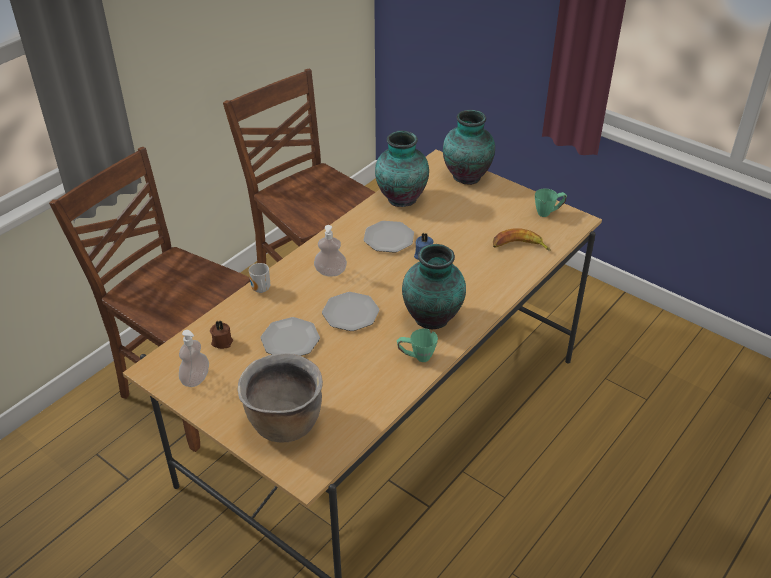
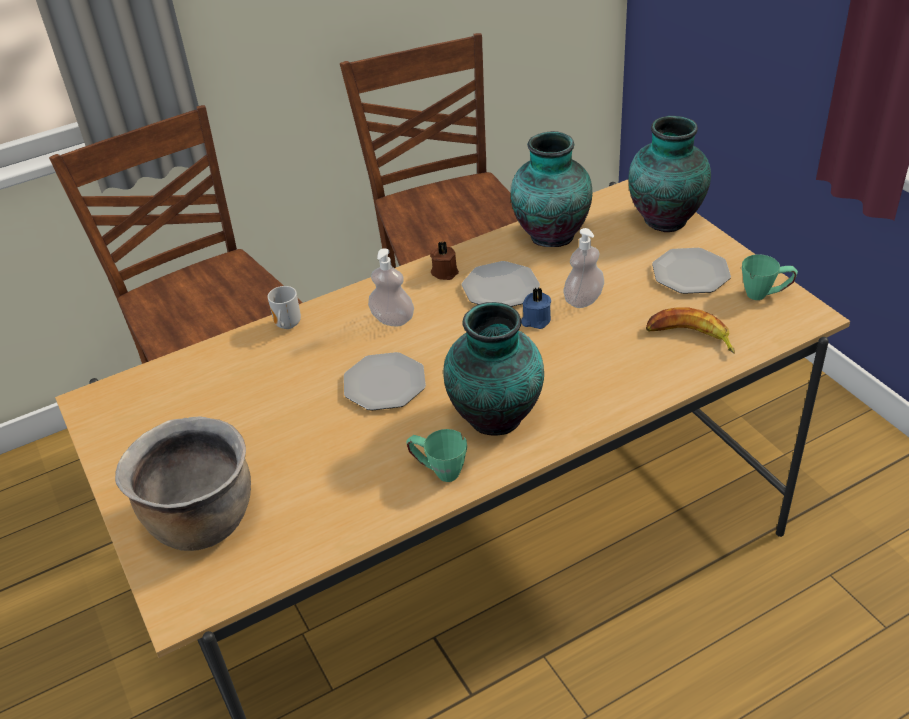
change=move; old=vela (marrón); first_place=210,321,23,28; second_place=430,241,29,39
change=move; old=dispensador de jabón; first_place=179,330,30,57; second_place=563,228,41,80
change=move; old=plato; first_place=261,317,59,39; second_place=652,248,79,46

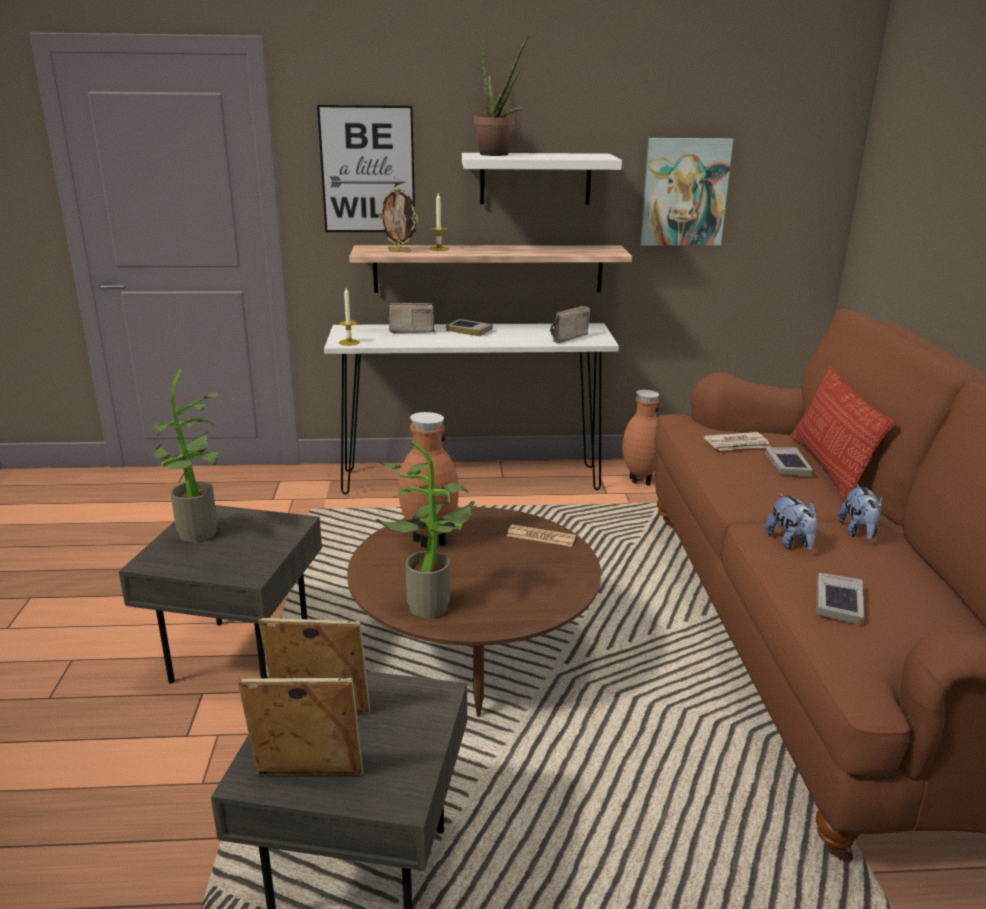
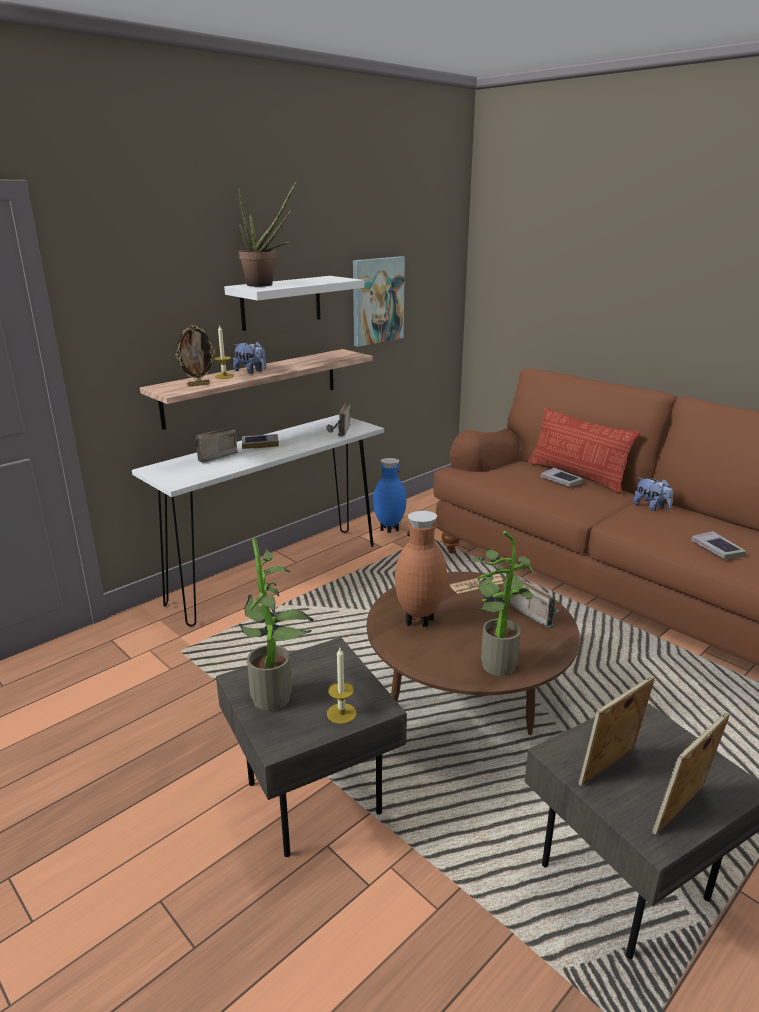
change=move; old=peluche; first_place=765,493,53,58; second_place=233,342,33,32
change=move; old=vela; first_place=339,288,21,58; second_place=327,648,30,76
change=recolor; old=florero (marrón); new=florero (azul); first_place=622,390,37,96; second_place=373,458,34,75
change=insert; new=radio; second_place=510,576,50,51
change=delete; old=cuadro; first_place=317,105,99,127
change=delete; old=periódico; first_place=704,432,67,19

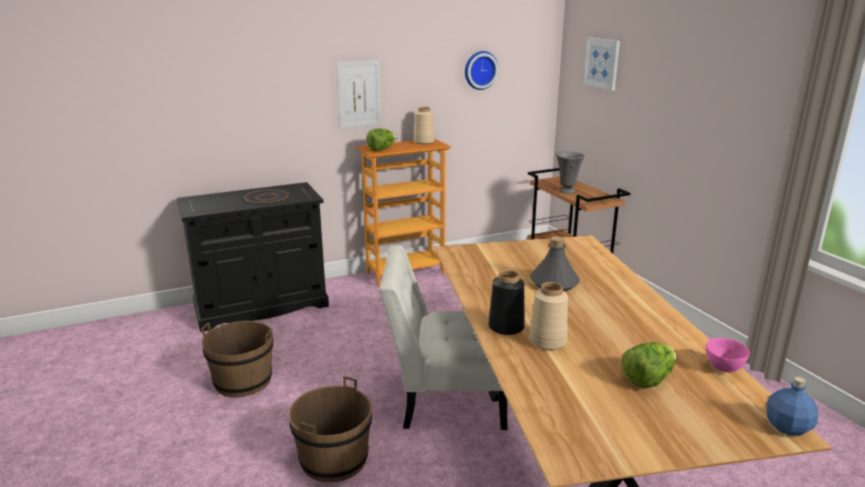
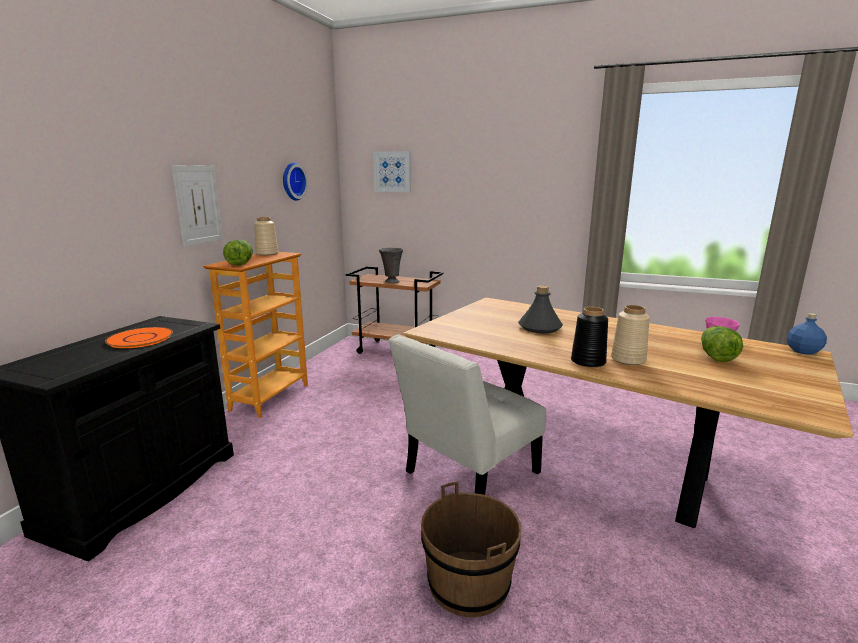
change=recolor; old=plato (negro); new=plato (naranja); first_place=244,189,45,15; second_place=105,327,68,21
change=delete; old=cubo (marrón); first_place=201,321,72,76

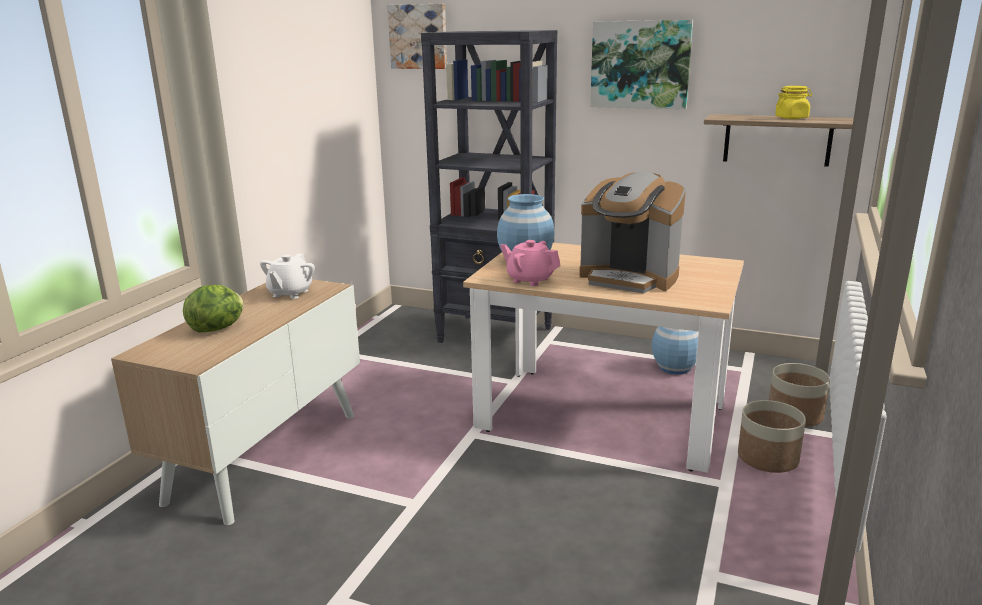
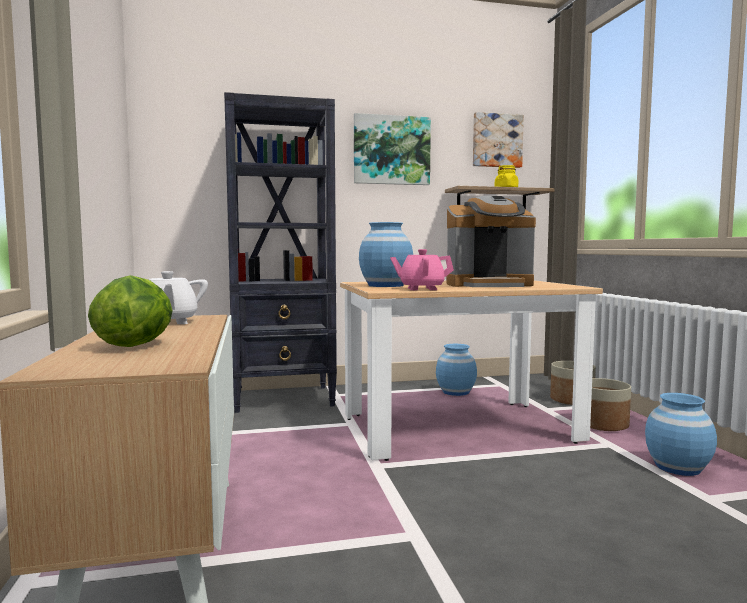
change=move; old=cuadro; first_place=387,4,60,65; second_place=473,112,51,56
change=insert; new=florero (azul); second_place=645,393,72,83

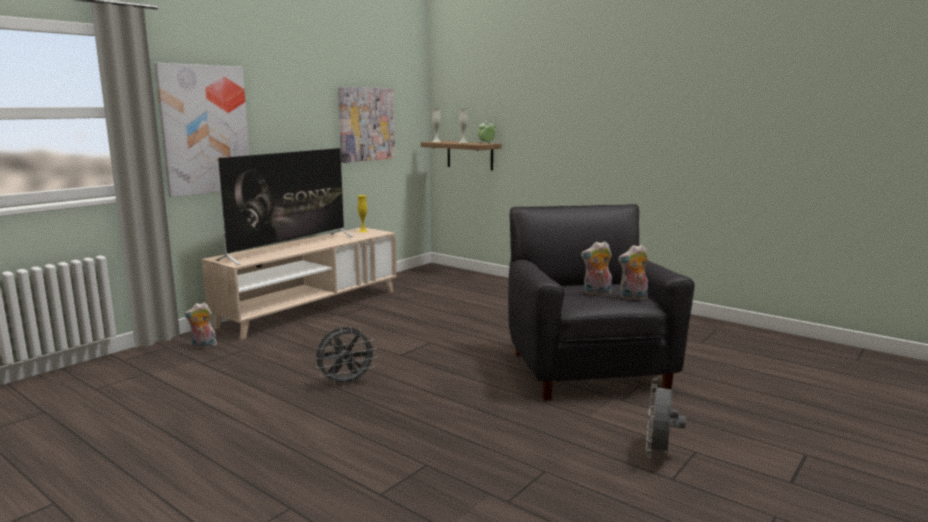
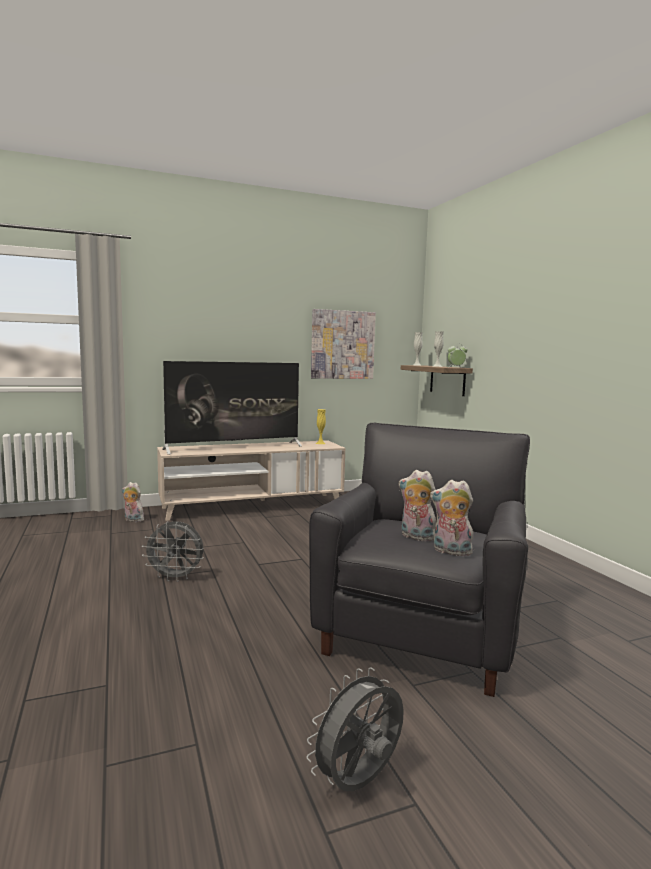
change=delete; old=cuadro; first_place=154,63,96,134

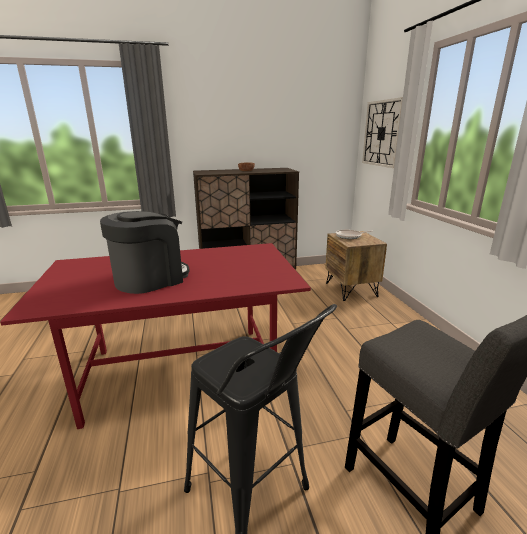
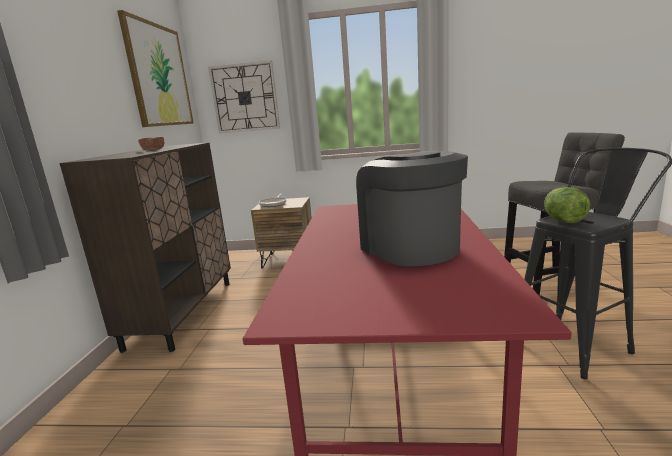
change=insert; new=cuadro; second_place=117,10,77,117
change=insert; new=lechuga; second_place=544,187,47,36

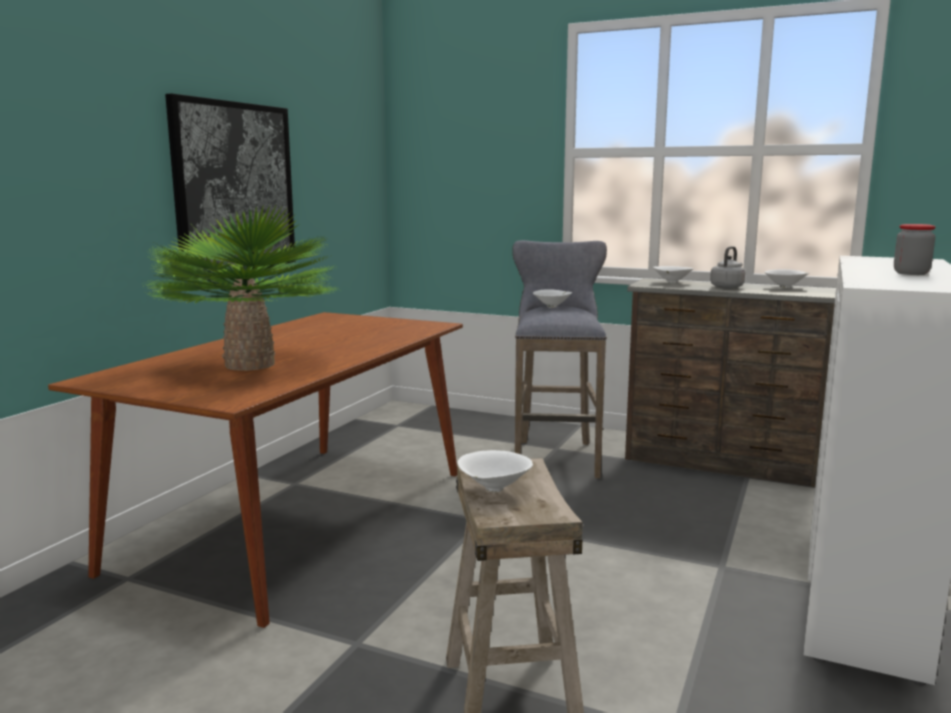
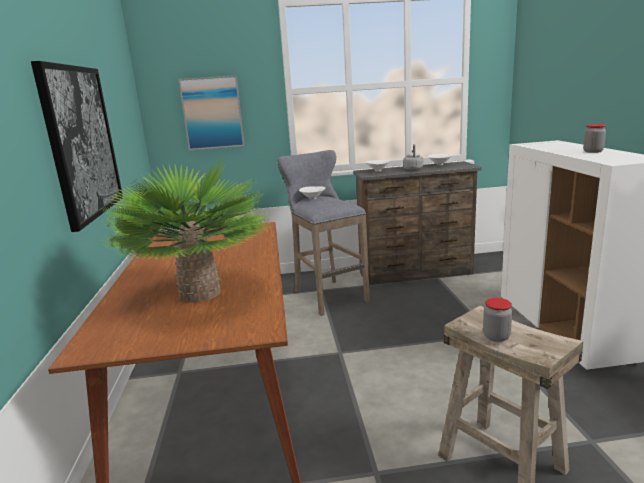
change=insert; new=cuadro; second_place=178,75,67,75
change=replace; old=cuenco (blanco); new=tarro; first_place=457,450,76,42; second_place=483,298,29,44

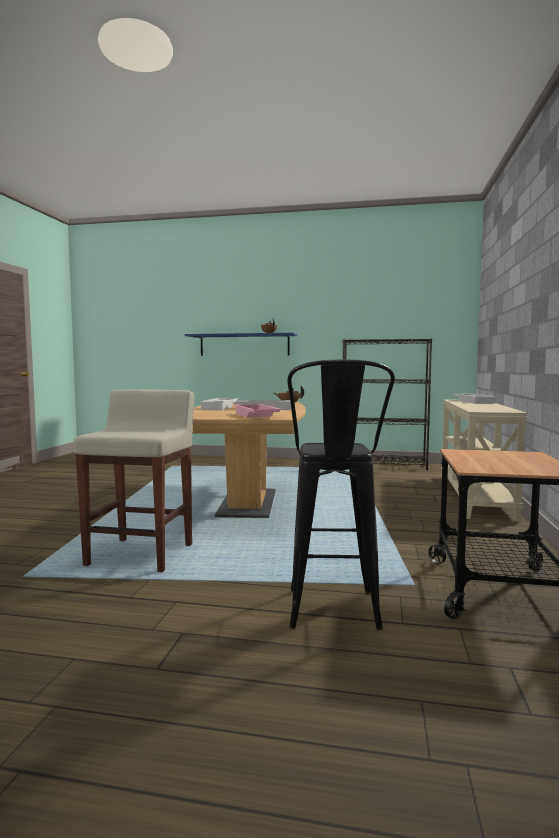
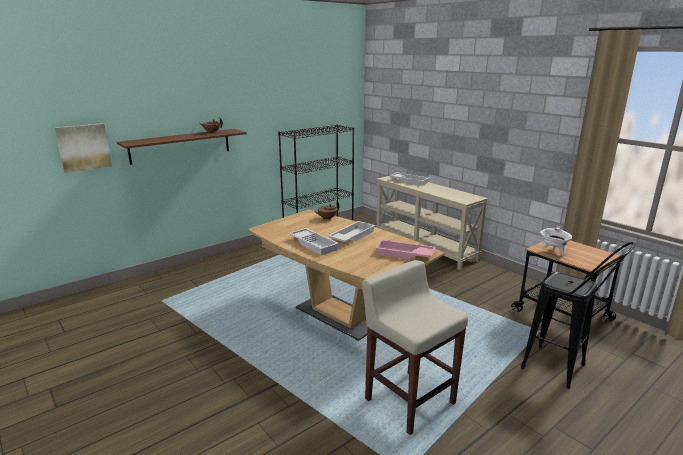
change=insert; new=cuadro; second_place=55,123,57,50
change=recolor; old=estante (azul); new=estante (marrón); first_place=185,333,112,23; second_place=117,129,130,36
change=insert; new=olla (blanco); second_place=540,226,32,30

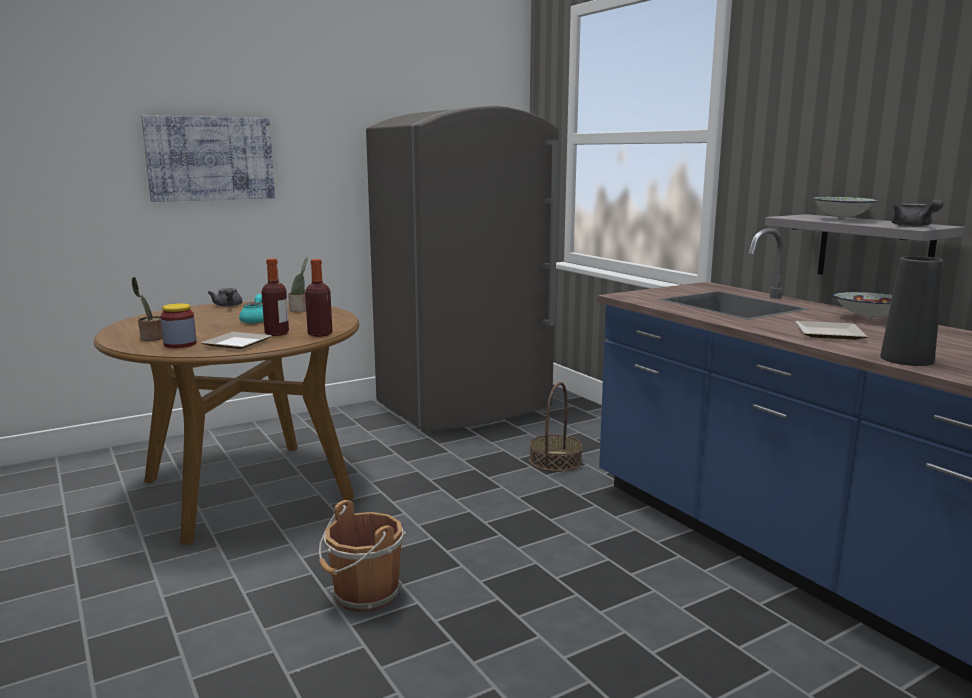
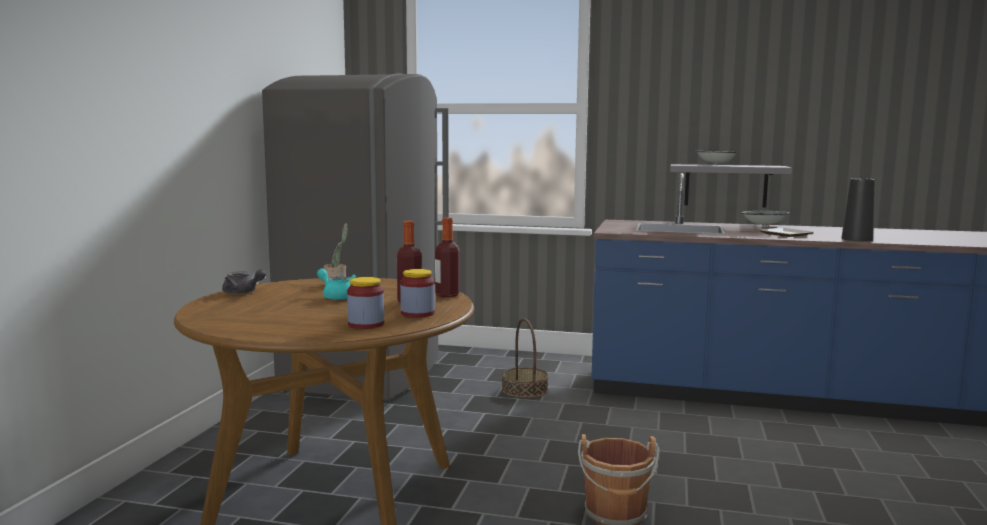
change=replace; old=plato; new=tarro; first_place=201,332,71,17; second_place=400,269,35,49
change=delete; old=planta en maceta; first_place=132,277,31,64
change=delete; old=cuadro; first_place=141,115,134,87
change=delete; old=tetera (gris); first_place=891,199,52,28

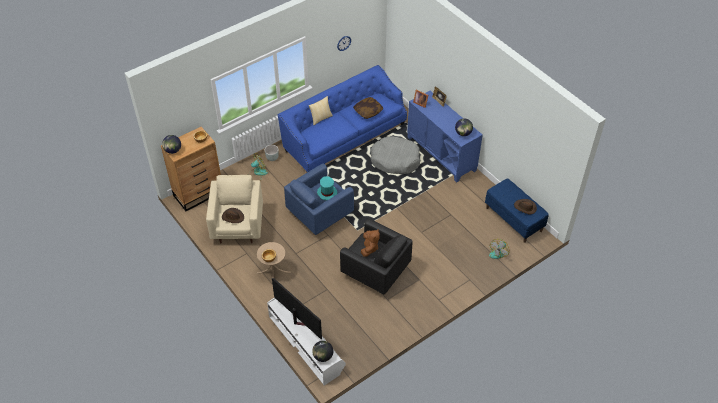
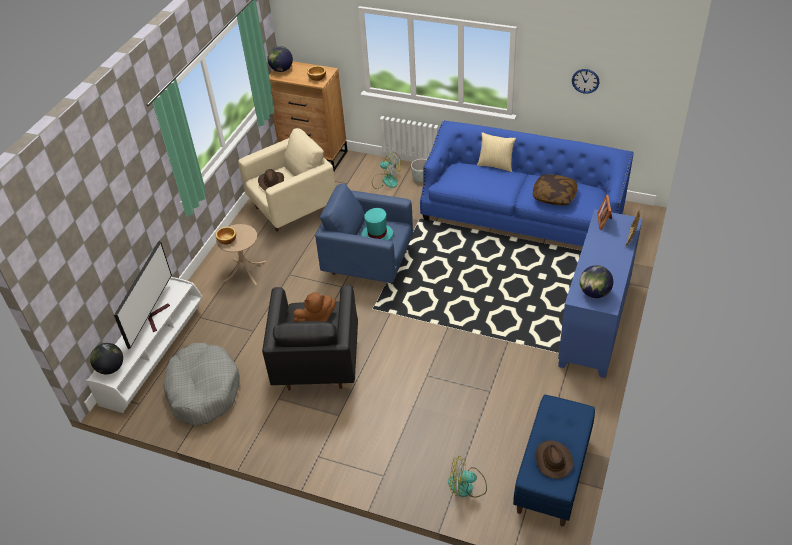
change=move; old=cama para perro (gris); first_place=370,136,50,38; second_place=163,343,77,83

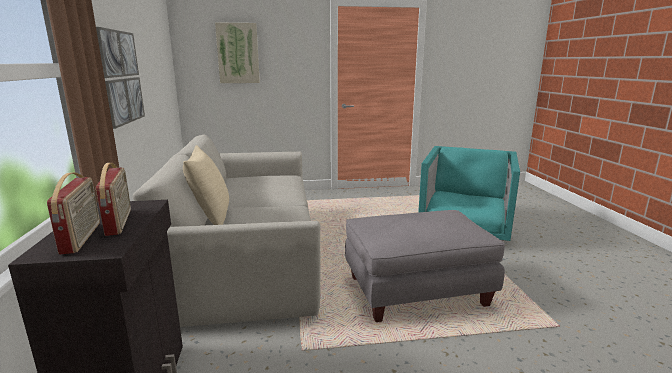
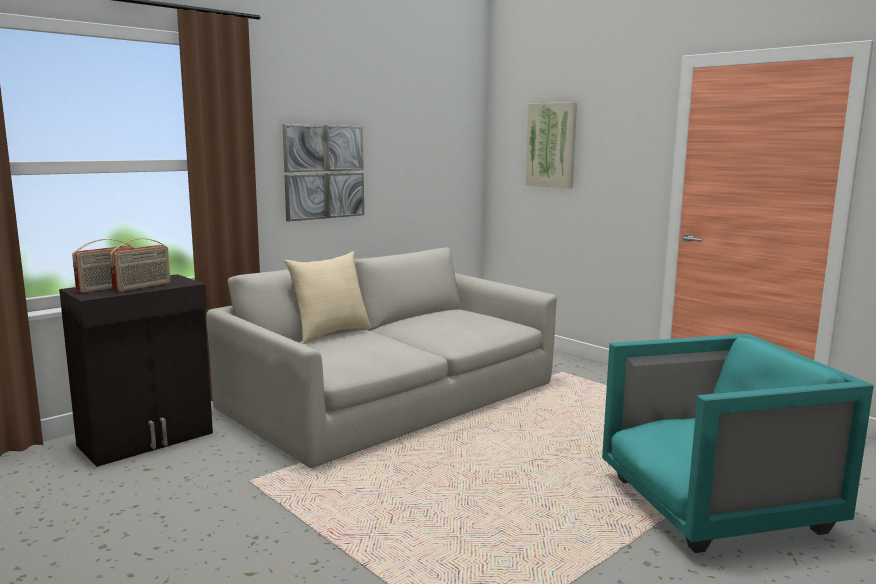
change=delete; old=puf (gris); first_place=345,210,160,112

